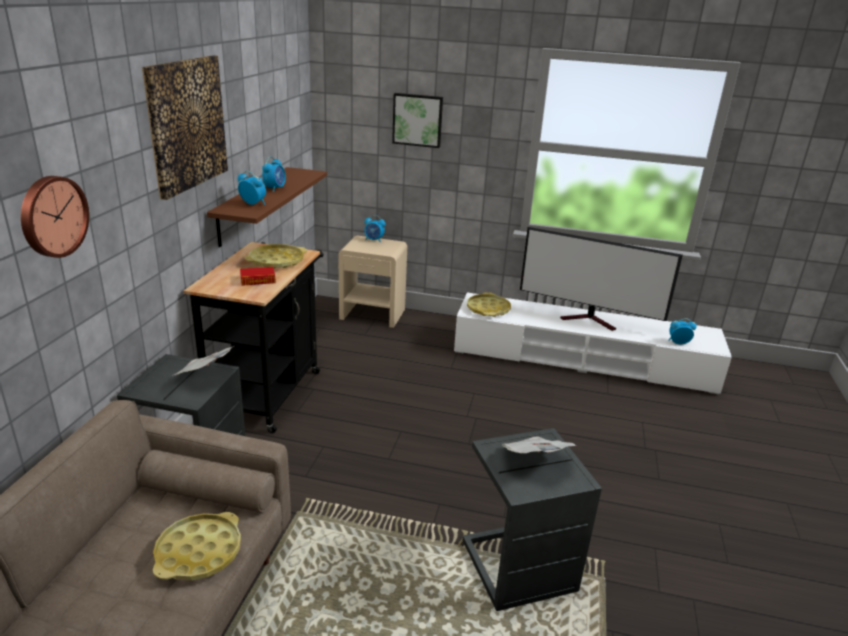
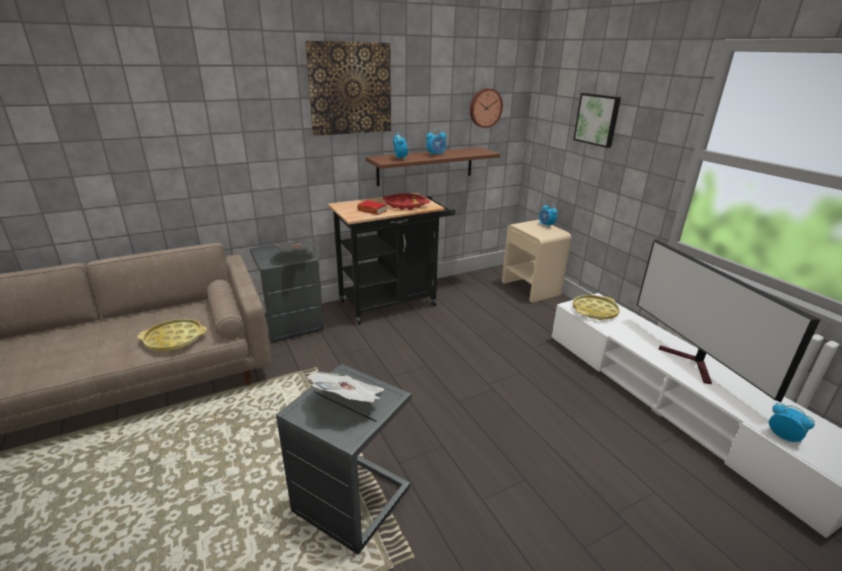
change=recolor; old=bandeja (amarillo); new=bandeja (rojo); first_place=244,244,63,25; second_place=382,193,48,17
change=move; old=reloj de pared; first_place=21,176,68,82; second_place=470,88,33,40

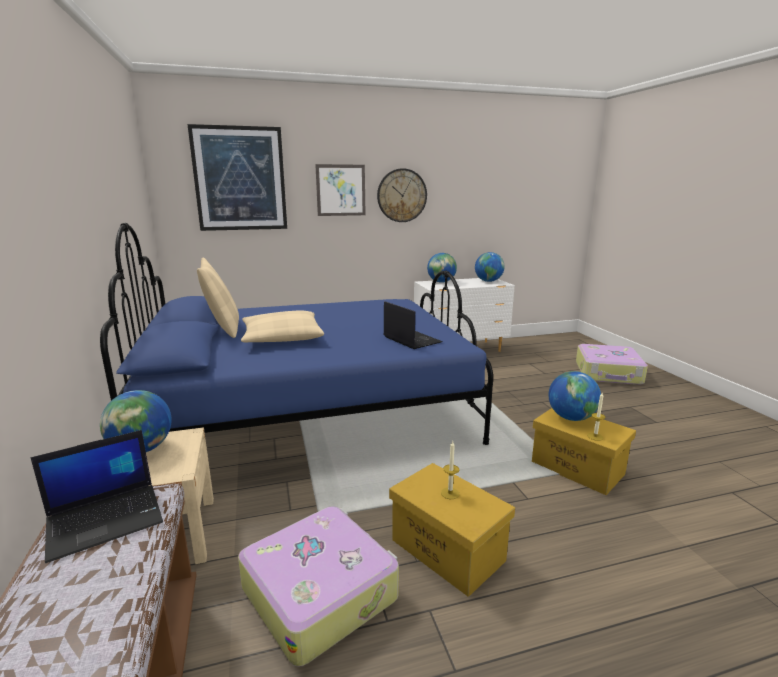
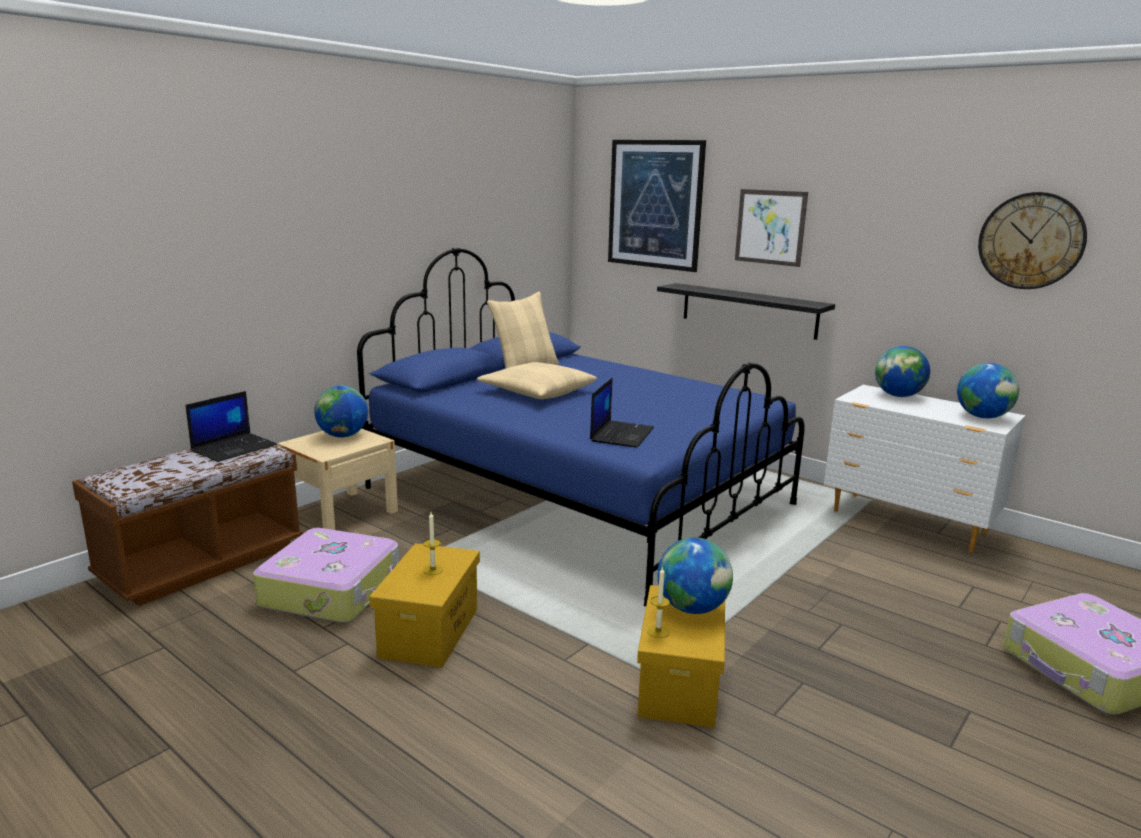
change=rotate; old=portátil; first_place=30,430,133,133; second_place=185,391,92,71; degrees=-75
change=insert; new=estante (negro); second_place=657,283,178,57
change=move; old=reloj de pared; first_place=377,168,50,54; second_place=978,192,109,97

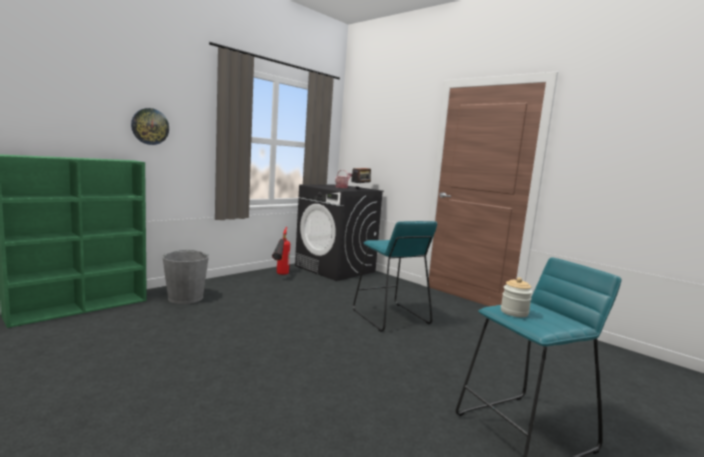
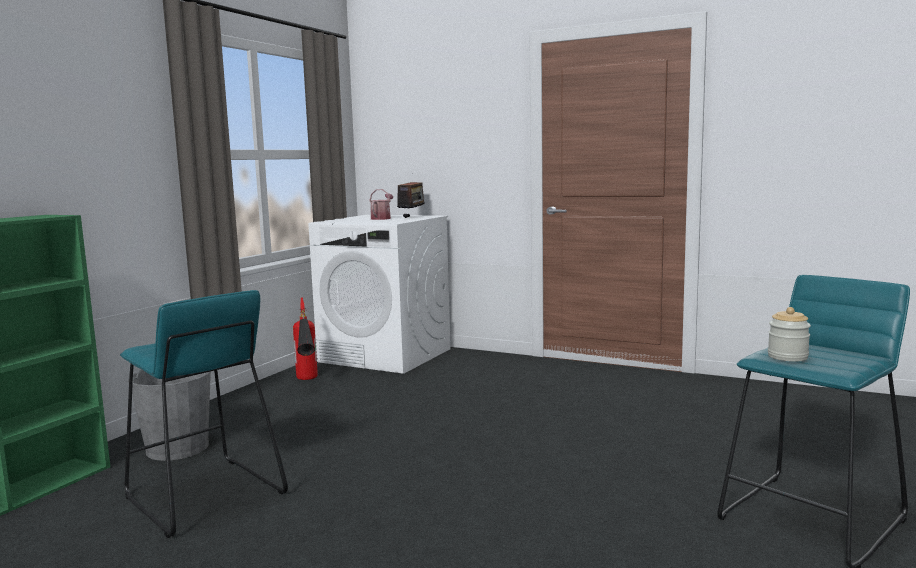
change=move; old=taburete (turquesa); first_place=353,221,84,111; second_place=120,290,168,248
change=recolor; old=lavadora (negro); new=lavadora (blanco); first_place=295,184,89,97; second_place=308,215,143,159
change=delete; old=reloj de pared; first_place=131,108,38,37

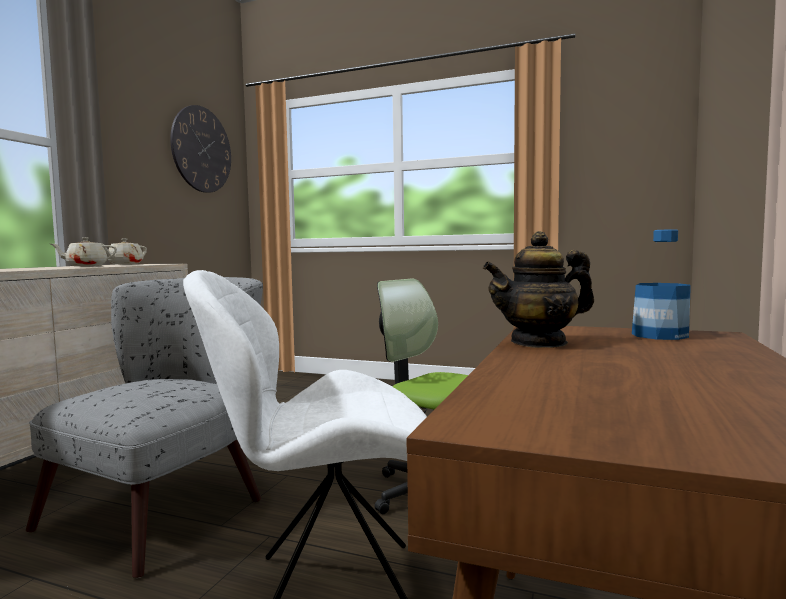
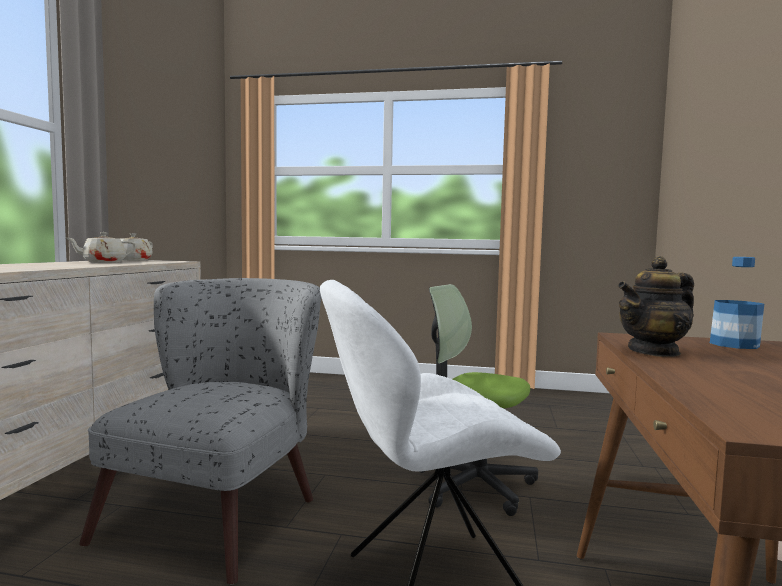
change=delete; old=reloj de pared; first_place=170,105,61,88

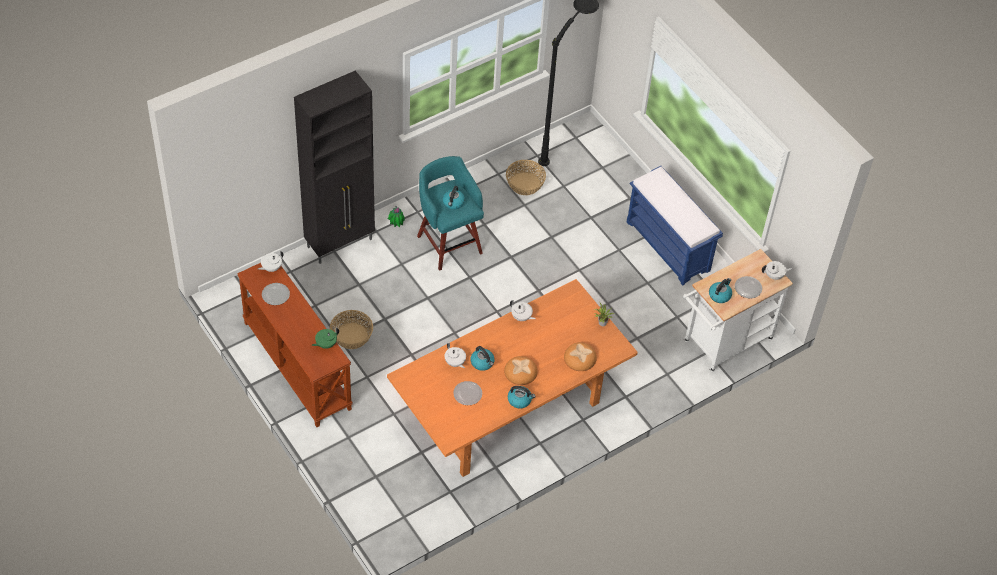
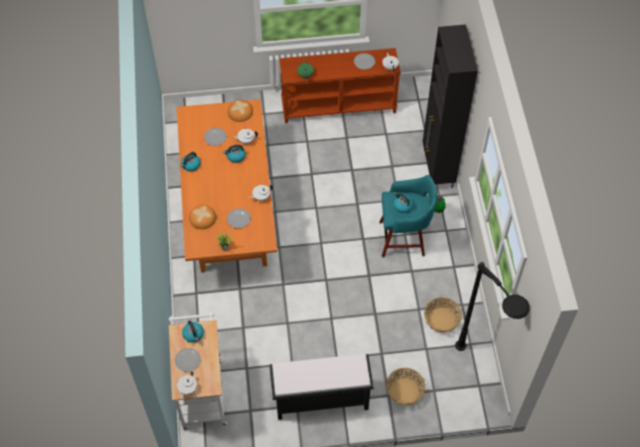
change=insert; new=plato; second_place=227,208,24,20
change=move; old=pan; first_place=504,356,34,29; second_place=228,100,25,22
change=recolor; old=banco (azul); new=banco (negro); first_place=627,166,96,119; second_place=269,354,105,66
change=move; old=cesta; first_place=330,310,43,39; second_place=386,368,39,37

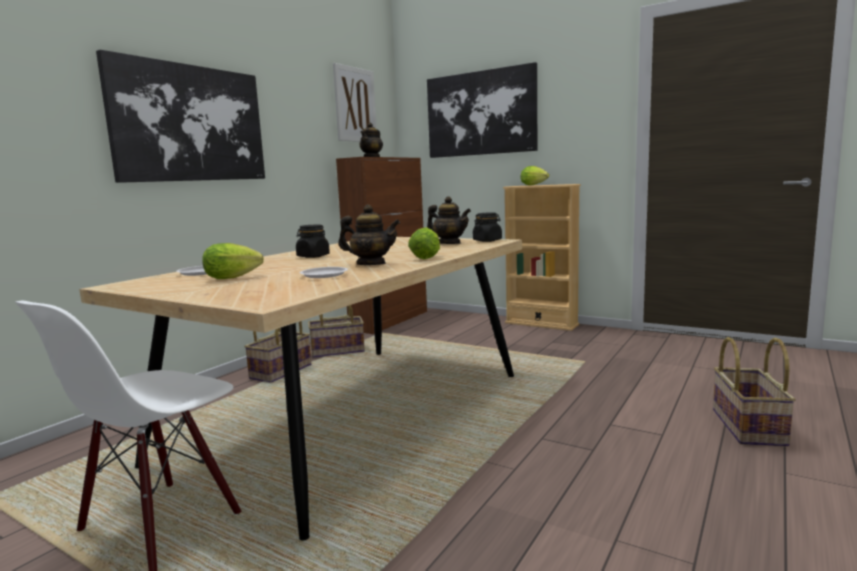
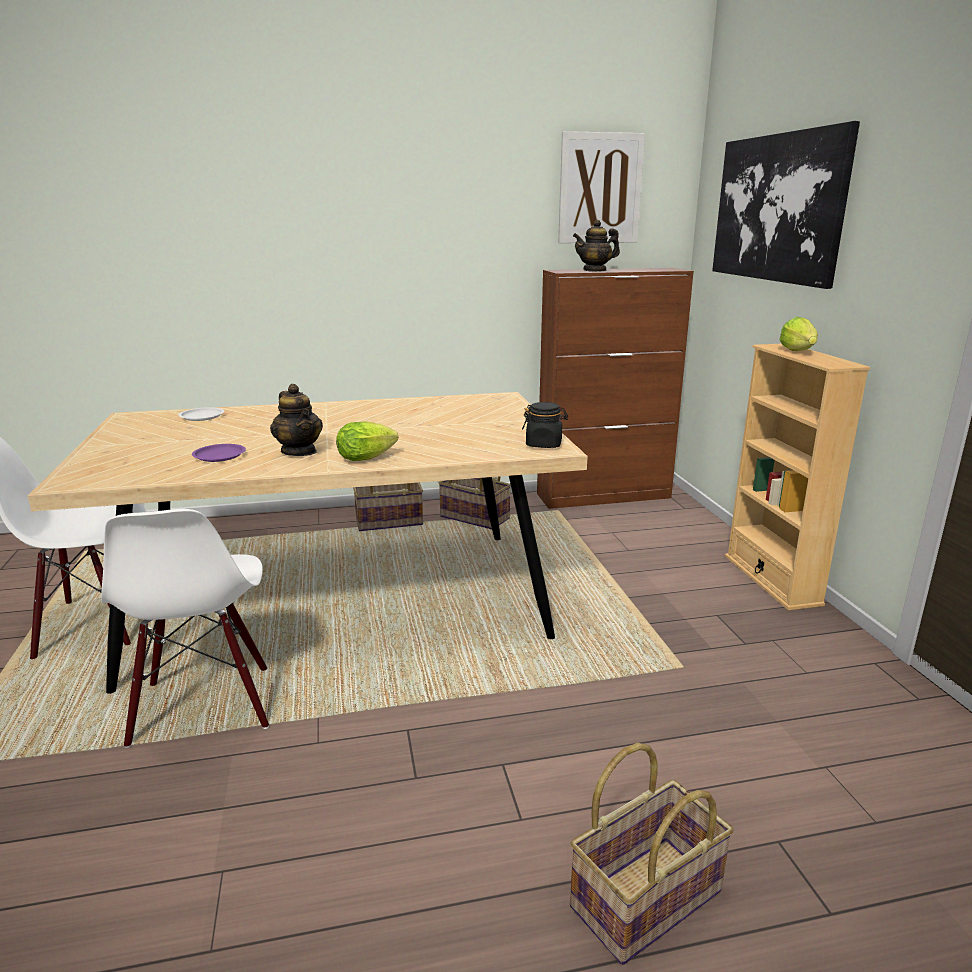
change=insert; new=silla (blanco); second_place=101,509,168,239
change=recolor; old=plato (blanco); new=plato (morado); first_place=300,267,48,11; second_place=192,444,54,18
change=delete; old=cuadro; first_place=96,50,169,133
change=delete; old=lechuga; first_place=202,243,62,36
change=delete; old=tarro (negro); first_place=296,224,34,34
change=delete; old=tetera; first_place=427,196,44,48

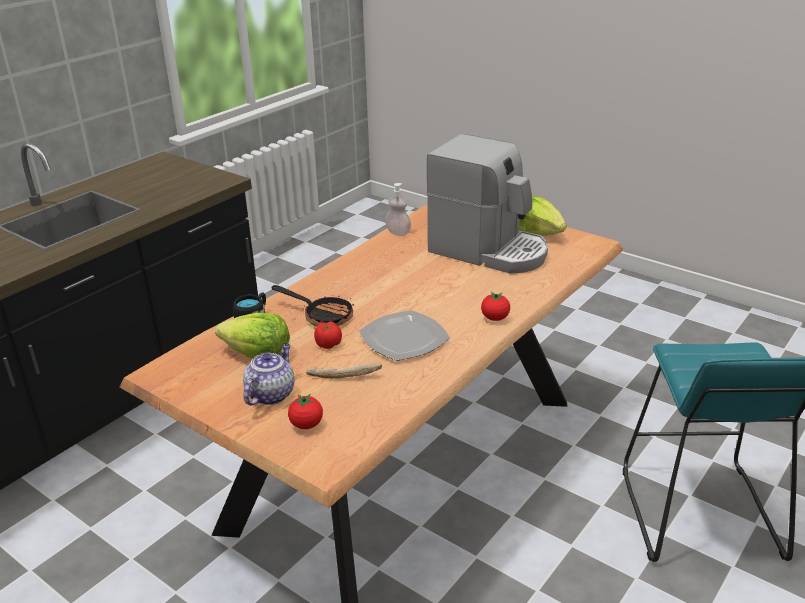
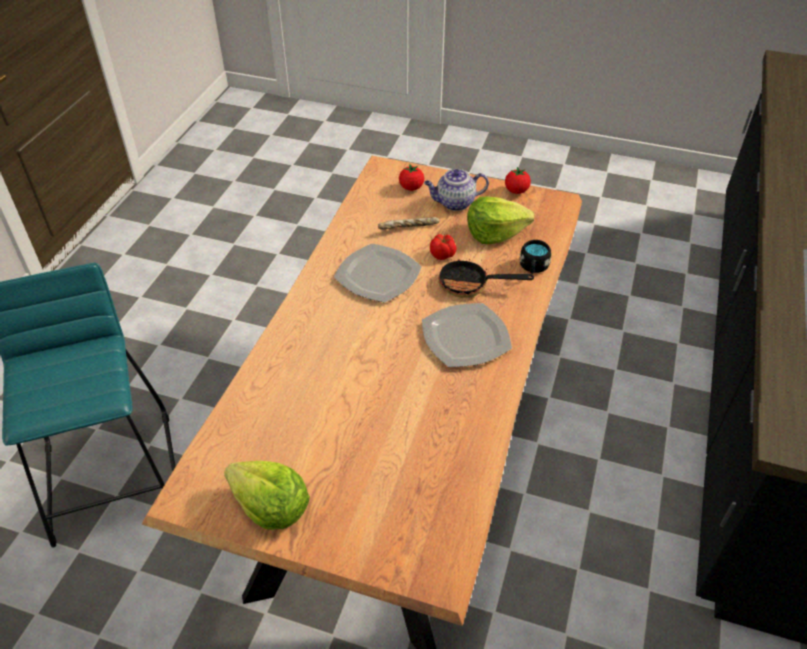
change=insert; new=plato; second_place=422,303,90,64
change=rotate; old=tetera; first_place=243,344,51,62; second_place=424,169,65,42; degrees=75
change=move; old=tomate; first_place=481,292,29,29; second_place=505,167,26,27
change=delete; old=dispensador de jabón; first_place=385,183,26,53
change=delete; old=cafetera; first_place=427,134,121,140

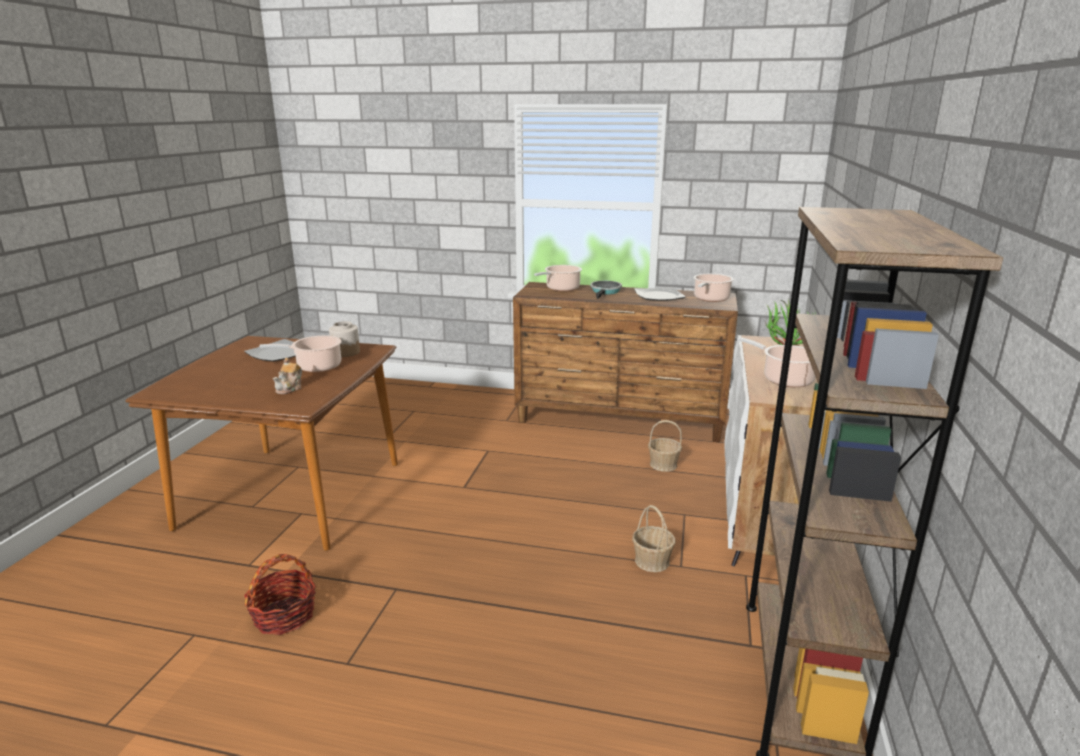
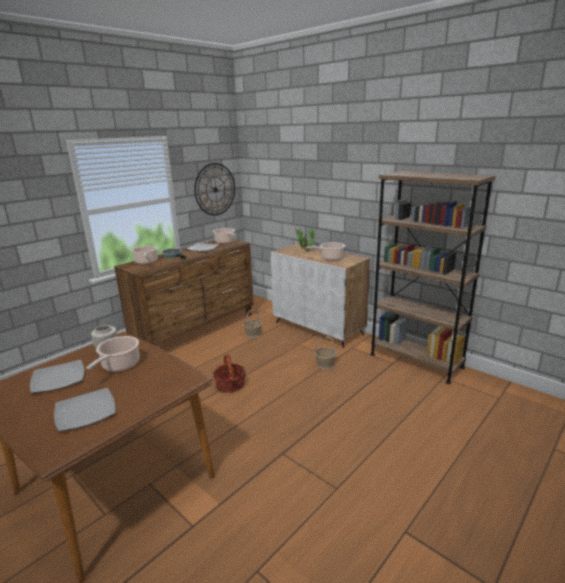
change=insert; new=plato; second_place=54,388,62,44
change=insert; new=reloj de pared; second_place=194,163,41,53
change=move; old=cesta; first_place=244,554,72,81; second_place=213,354,33,39
change=delete; old=tetera; first_place=273,358,29,36

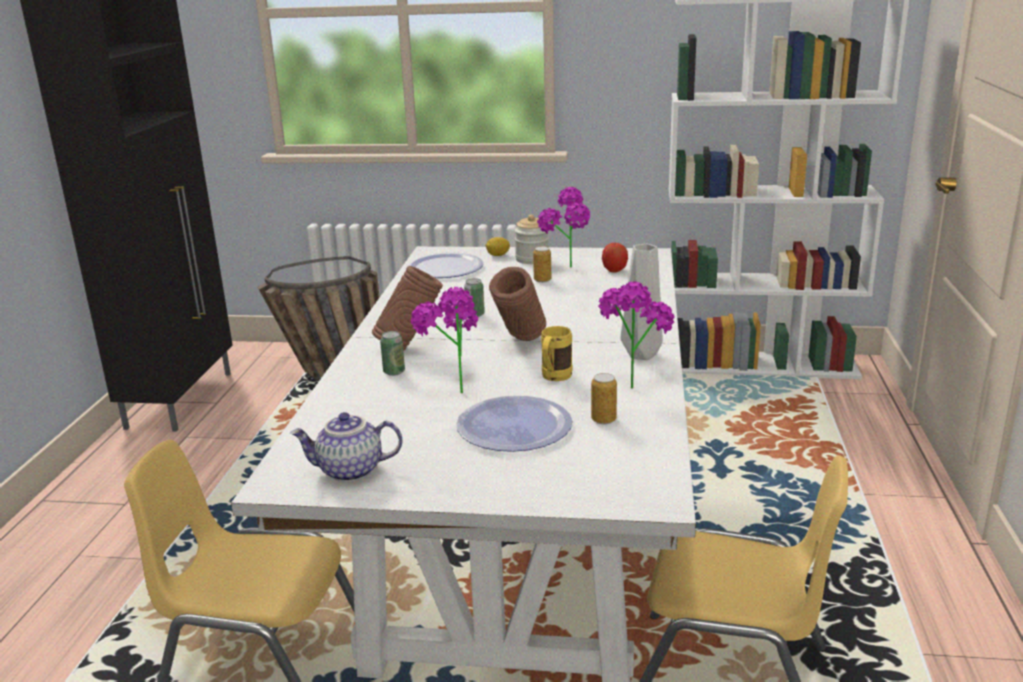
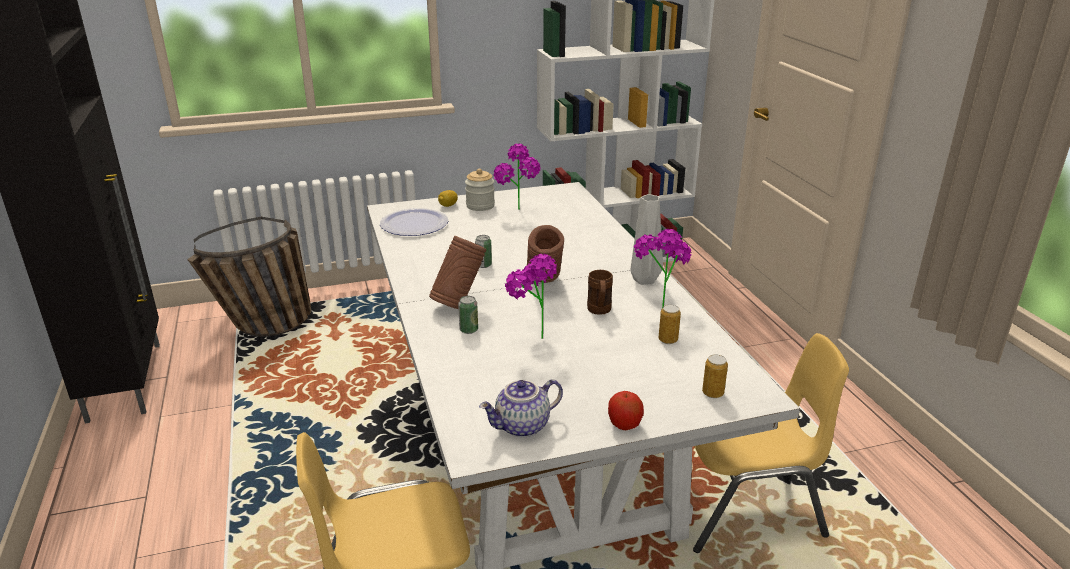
change=recolor; old=taza grande (amarillo); new=taza grande (marrón); first_place=541,326,32,55; second_place=587,270,26,45
change=move; old=manzana; first_place=602,243,26,30; second_place=608,391,36,39
change=move; old=lata; first_place=533,246,18,37; second_place=702,354,26,44
change=delete; old=plato; first_place=456,396,116,56

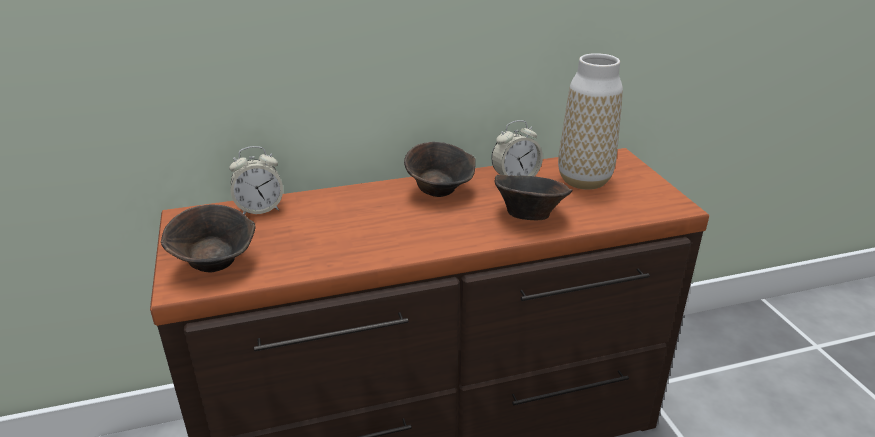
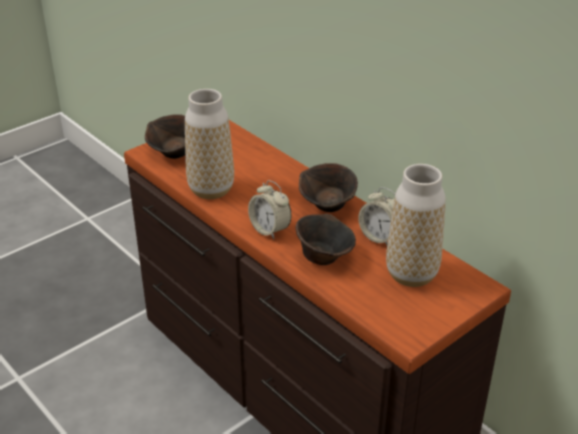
change=insert; new=florero; second_place=185,89,49,110
change=move; old=despertador; first_place=229,146,54,68; second_place=248,180,44,59

